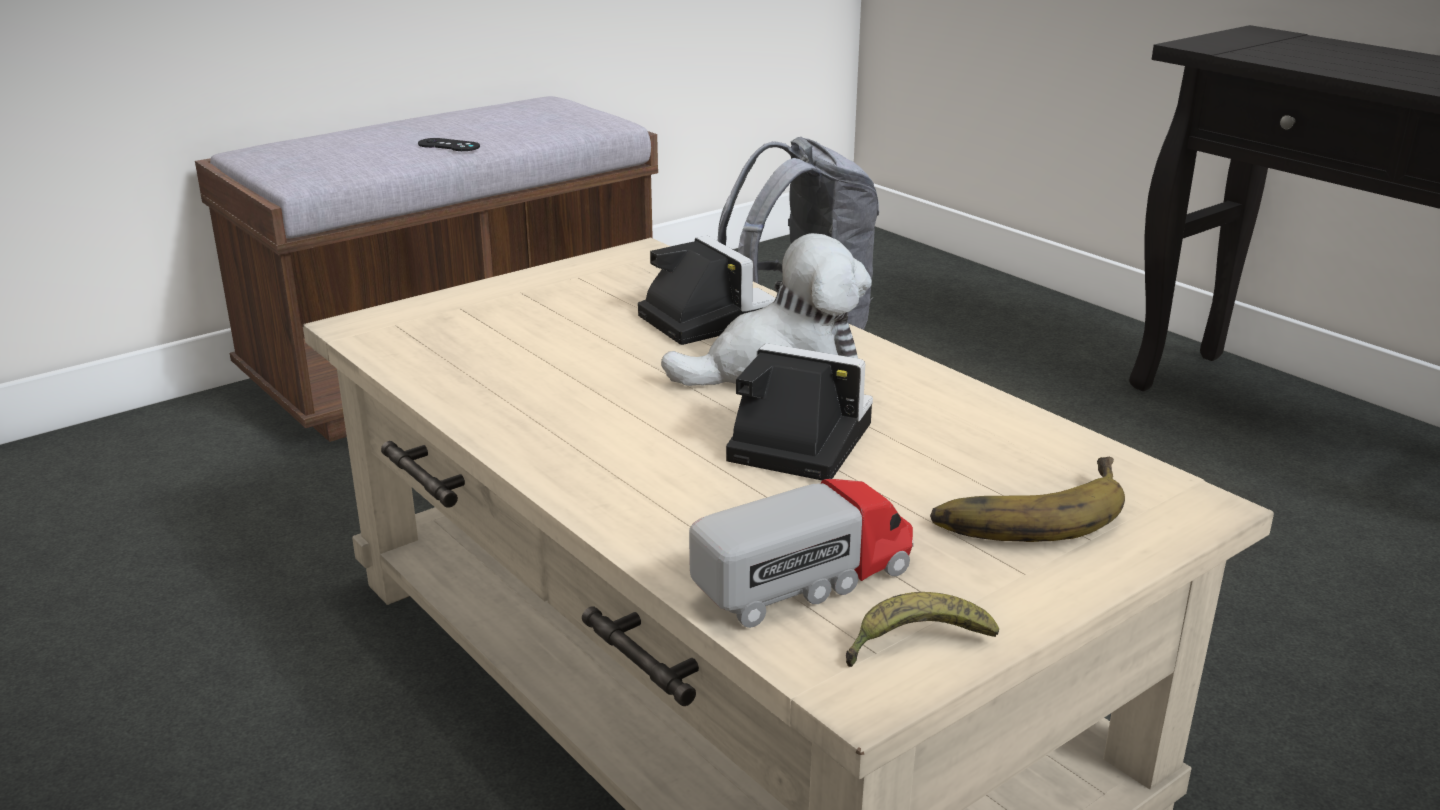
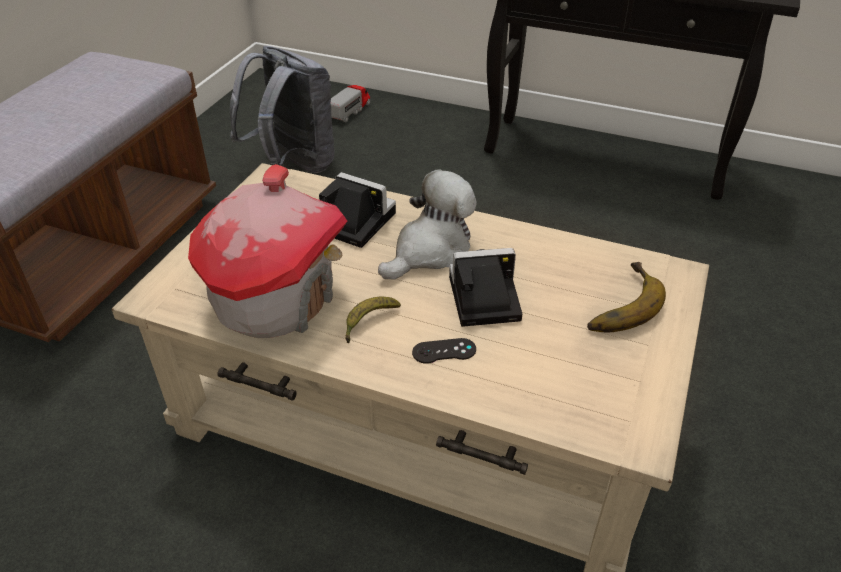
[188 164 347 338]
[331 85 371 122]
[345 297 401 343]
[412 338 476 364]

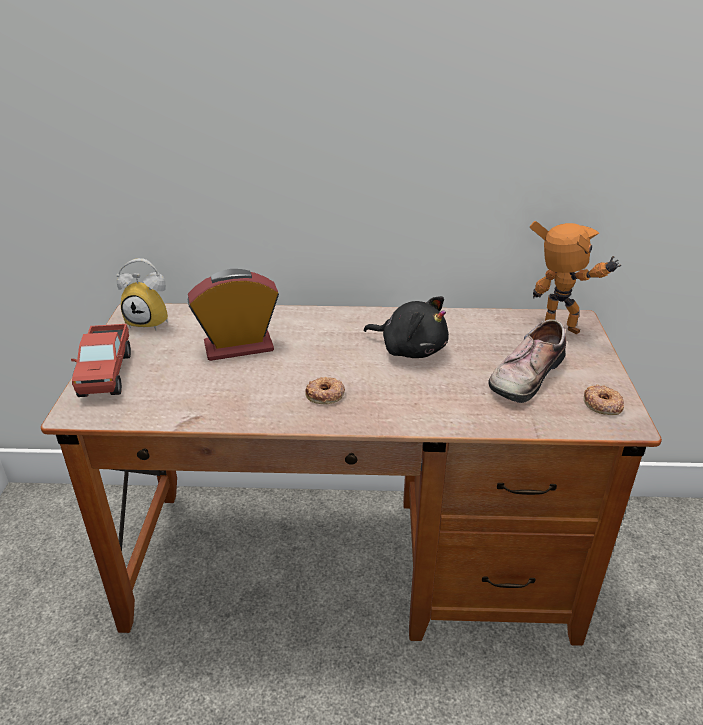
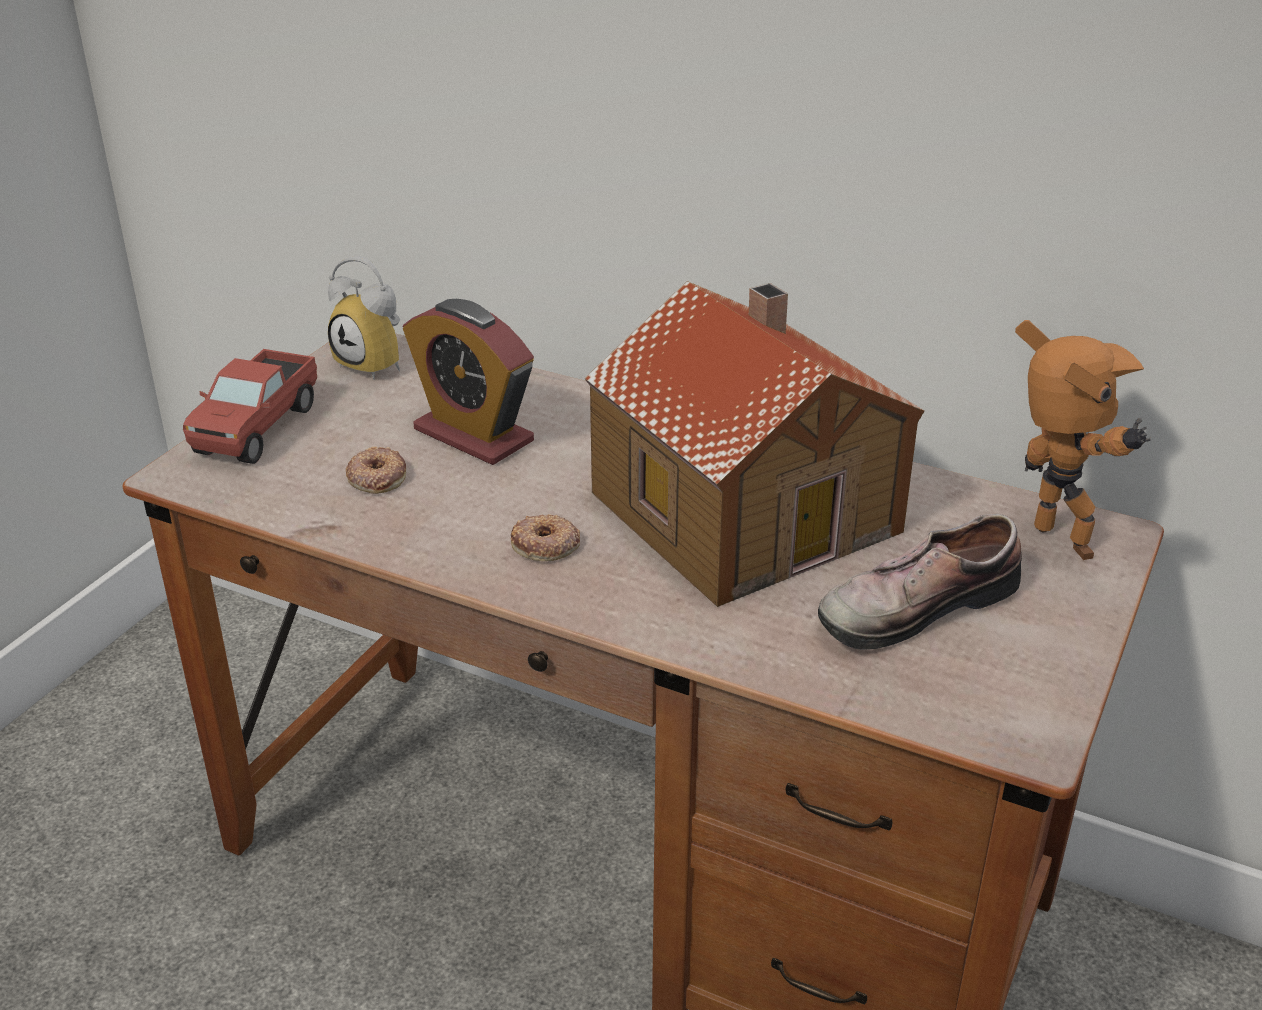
[346 447 406 494]
[403 299 534 465]
[584 281 924 607]

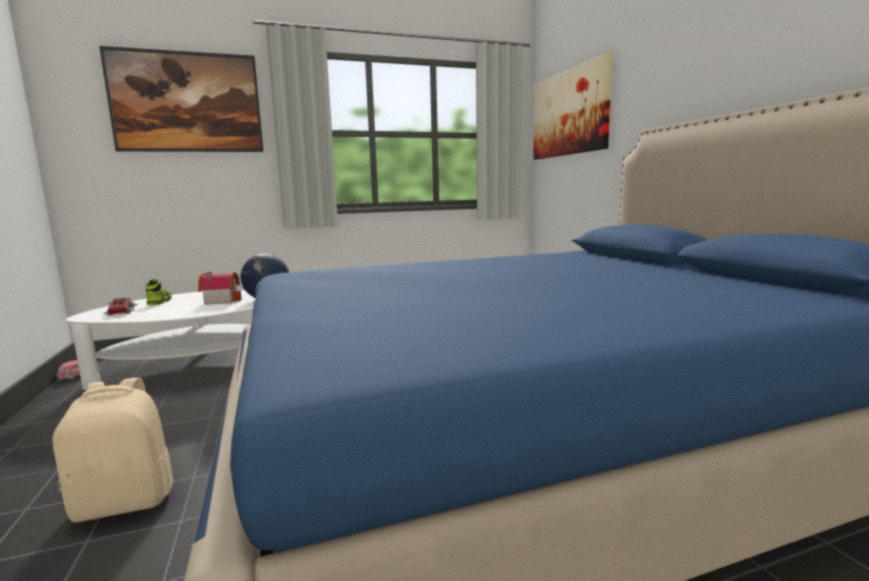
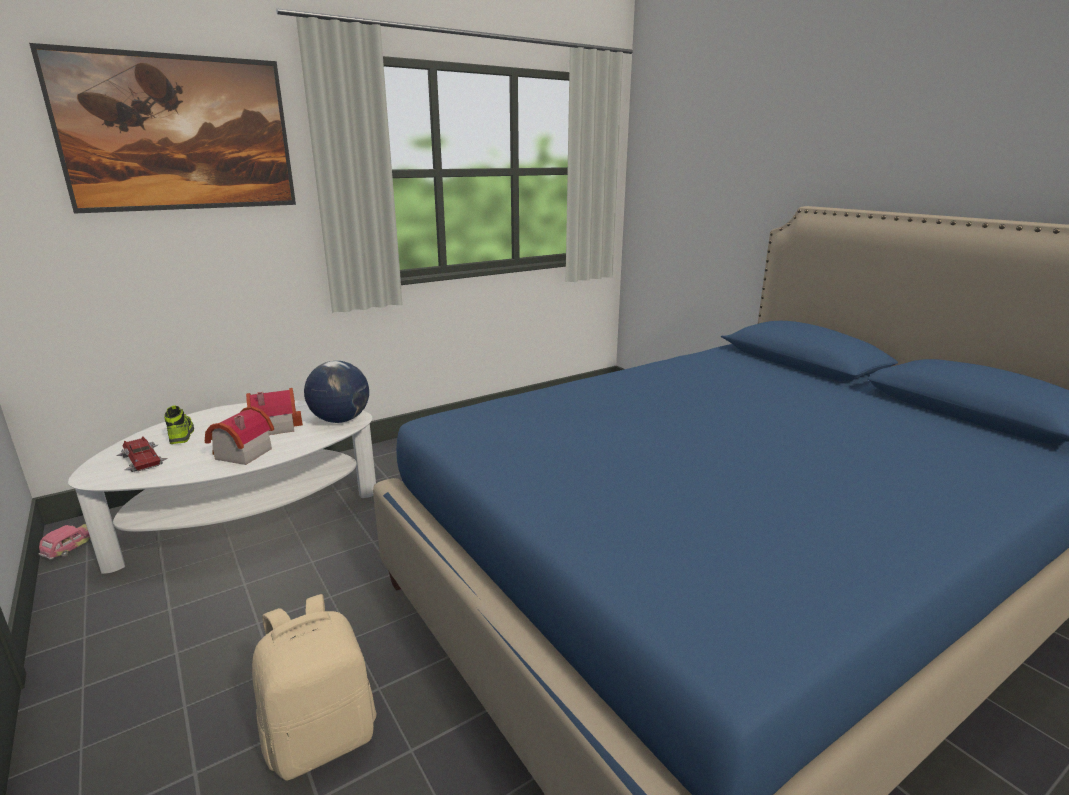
[205 406 274 465]
[533 52 613 160] (first image)

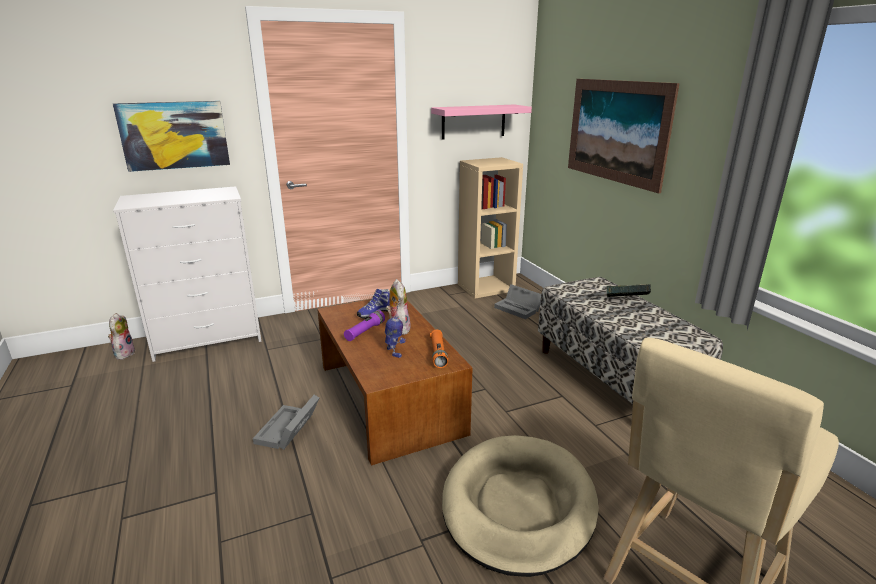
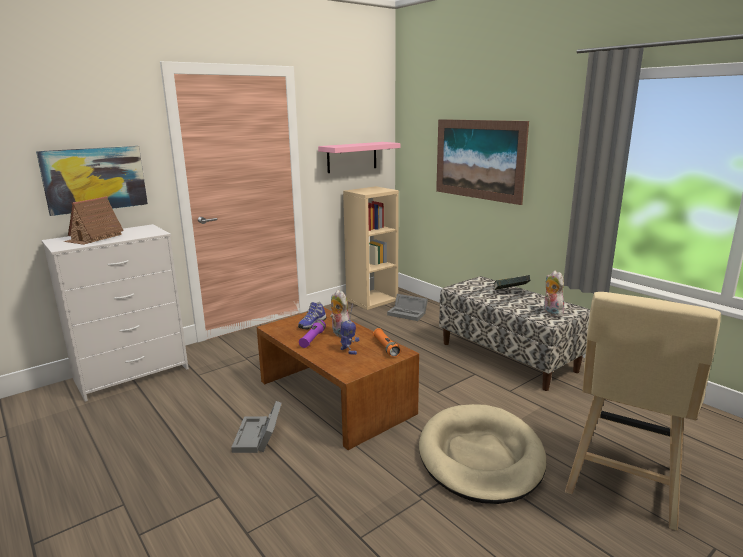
[63 196 124 245]
[544 271 564 317]

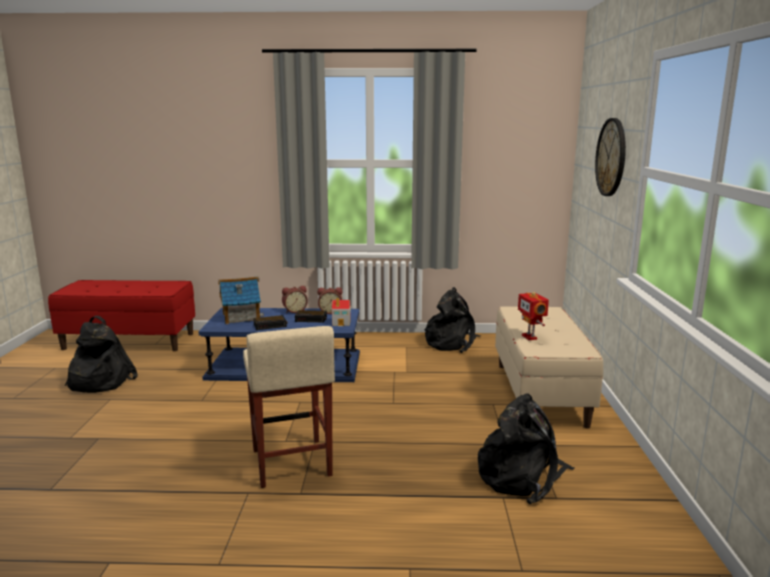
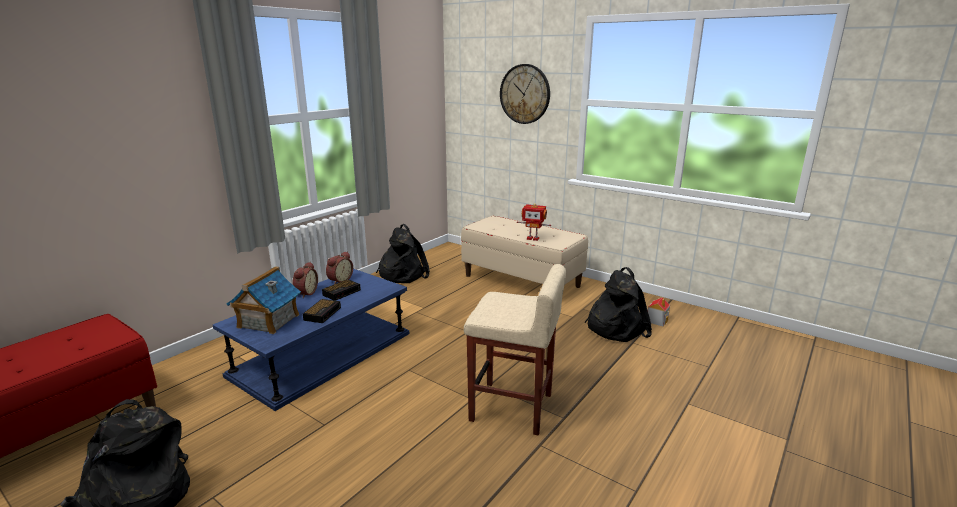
[648 297 670 326]

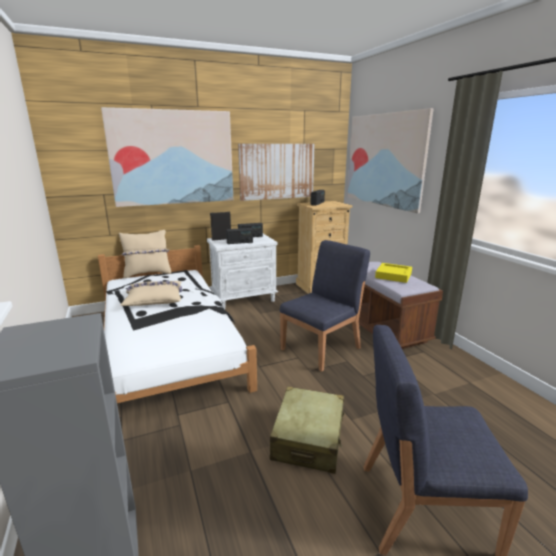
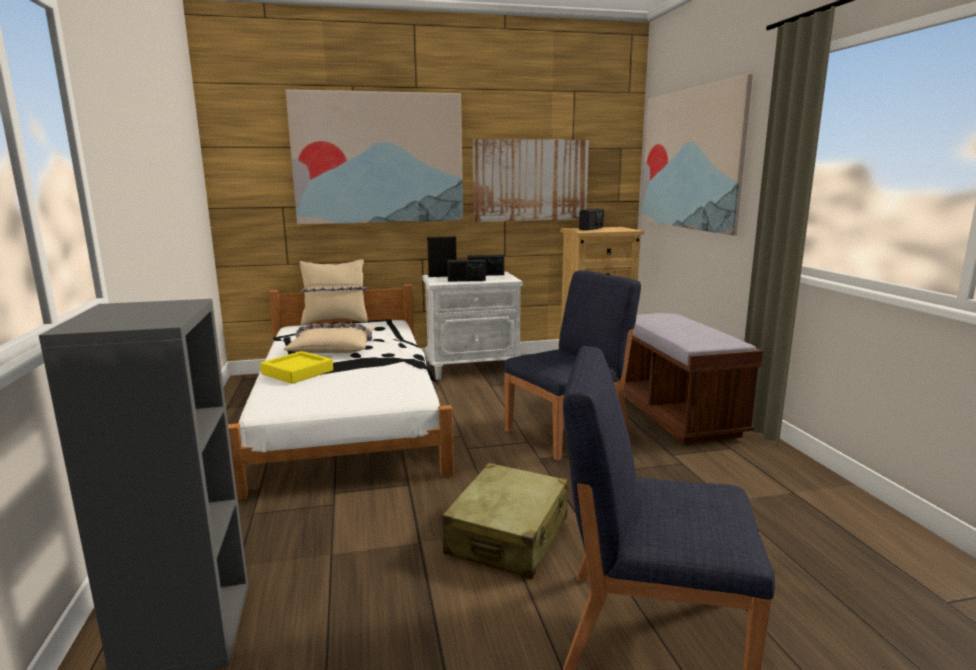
[260 351 333 384]

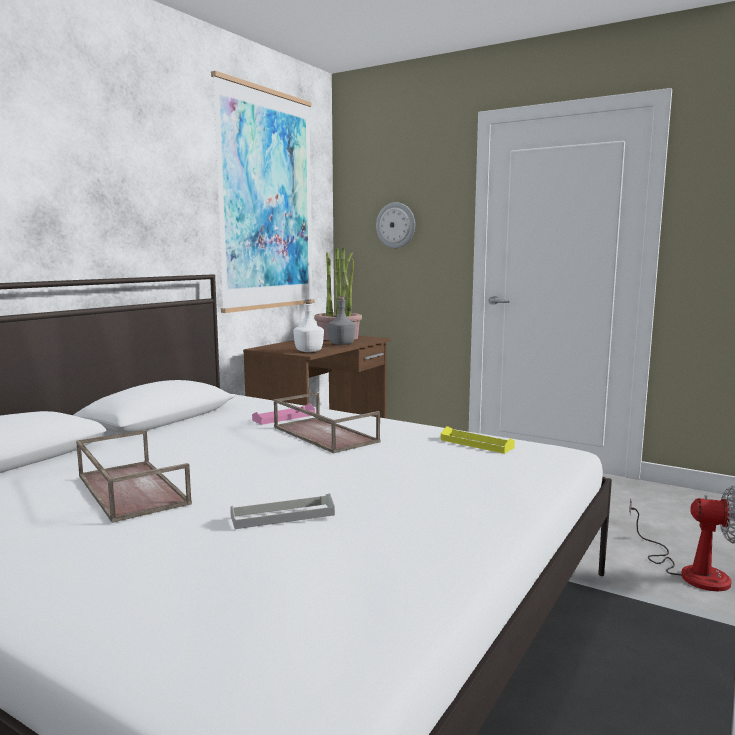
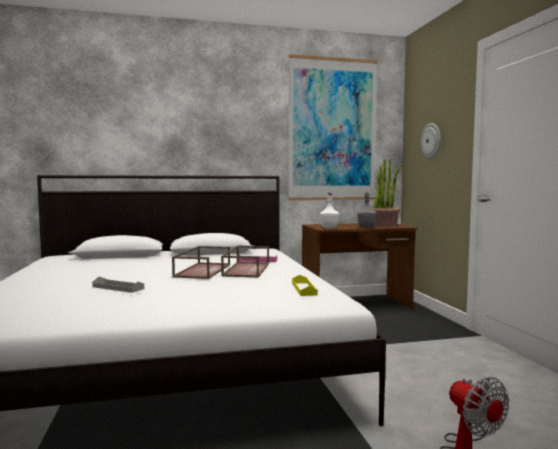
[172 246 230 279]

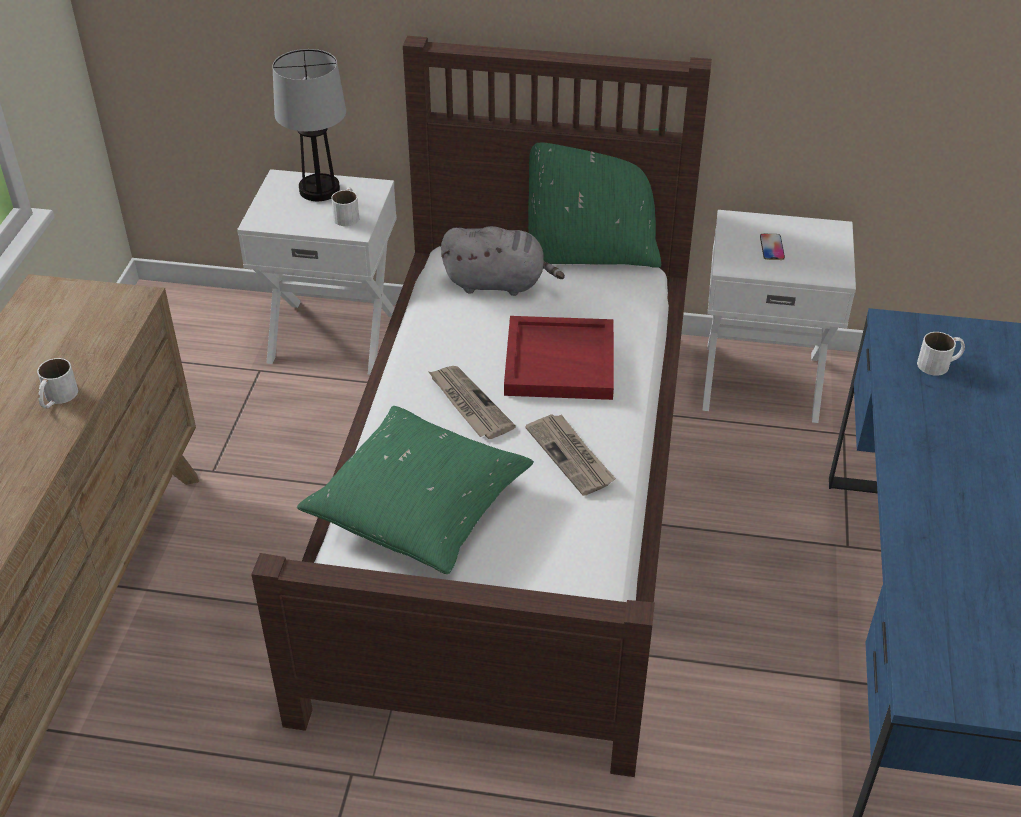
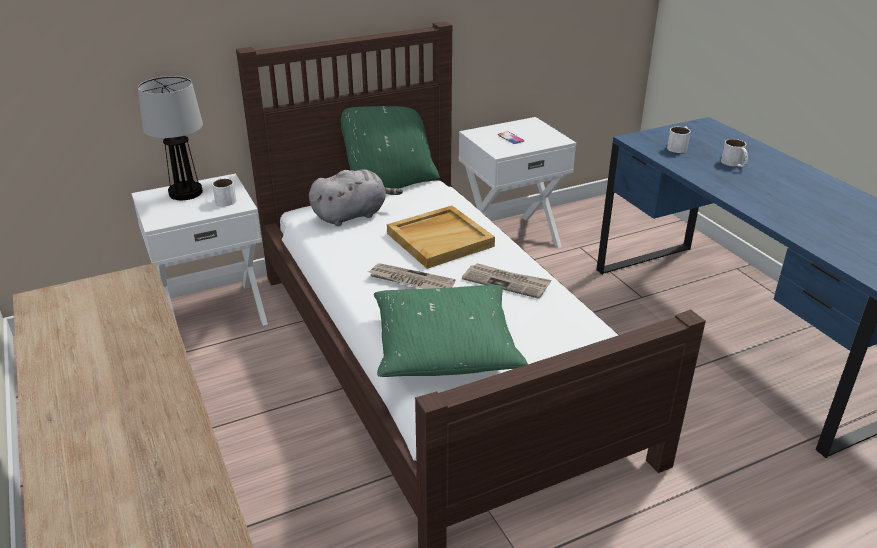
[387 205 495 269]
[721 139 748 167]

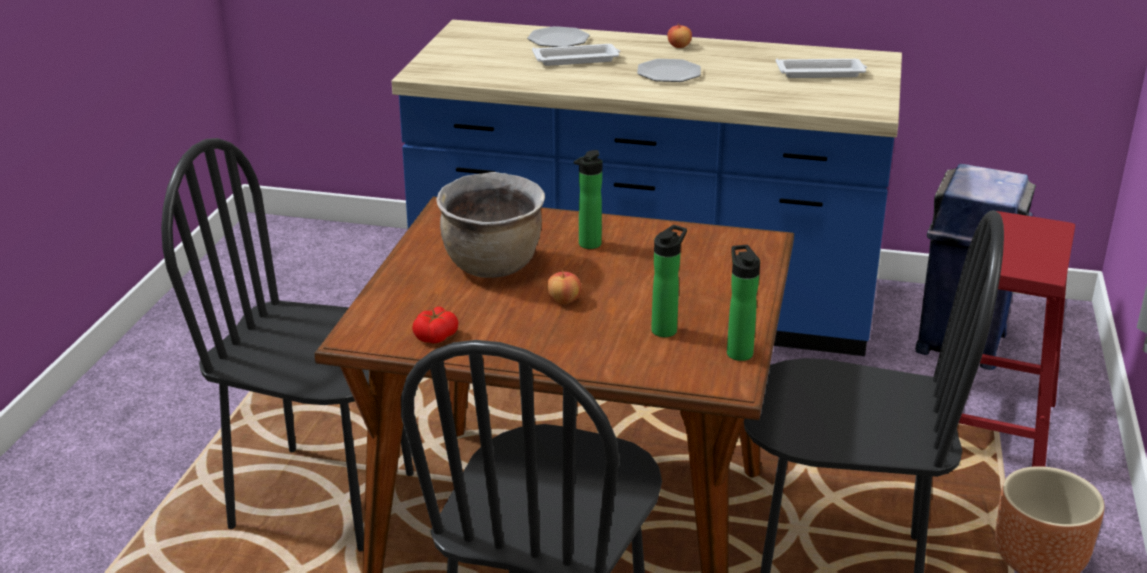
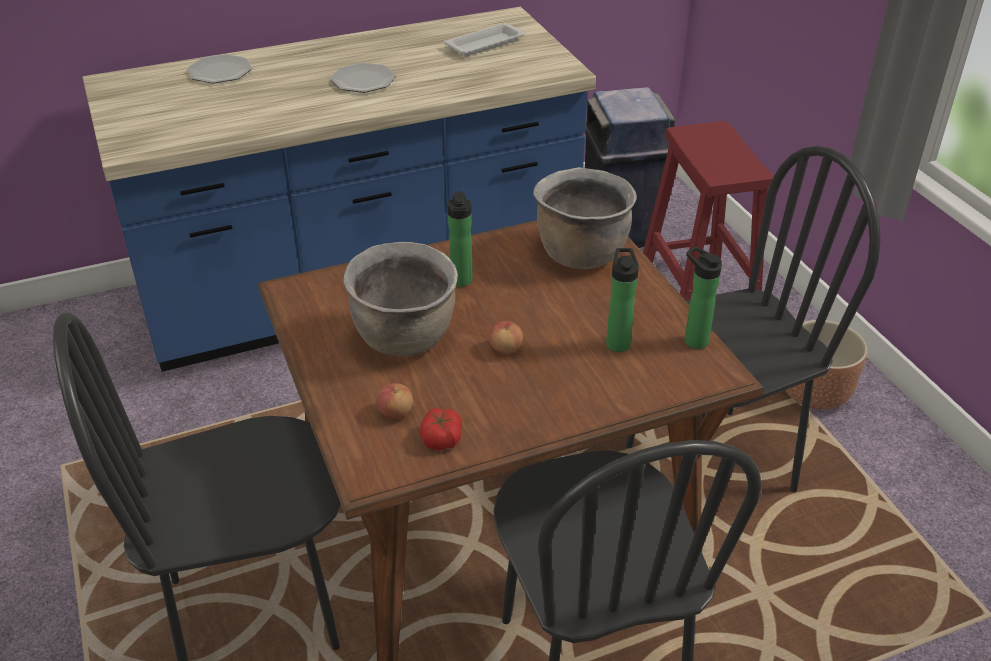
[376 383 413 419]
[533 167 637 269]
[532 44 620 66] (first image)

